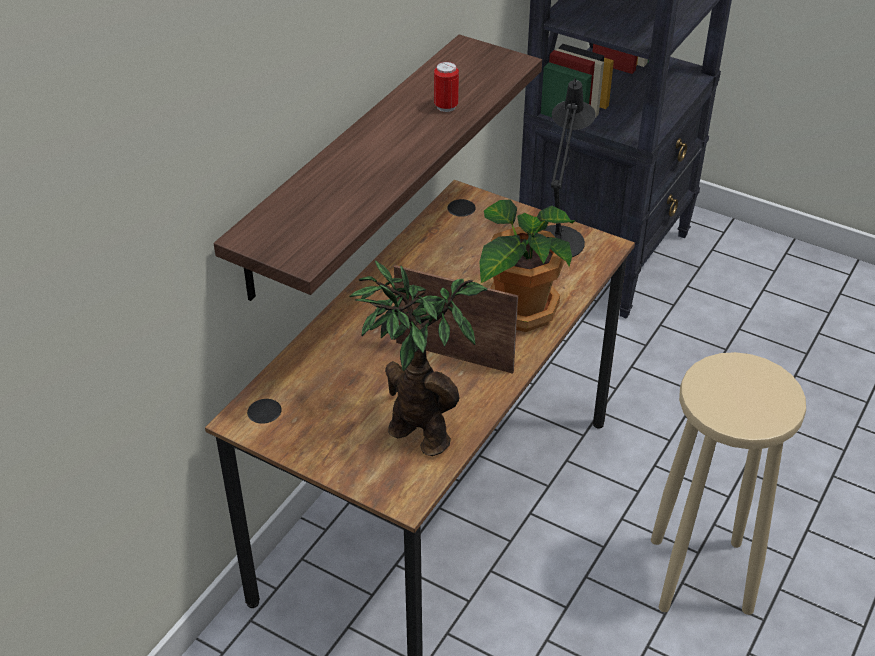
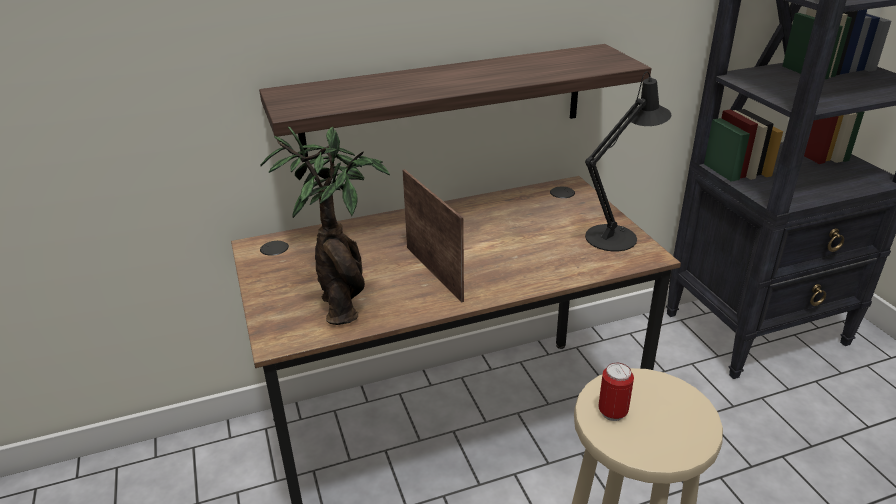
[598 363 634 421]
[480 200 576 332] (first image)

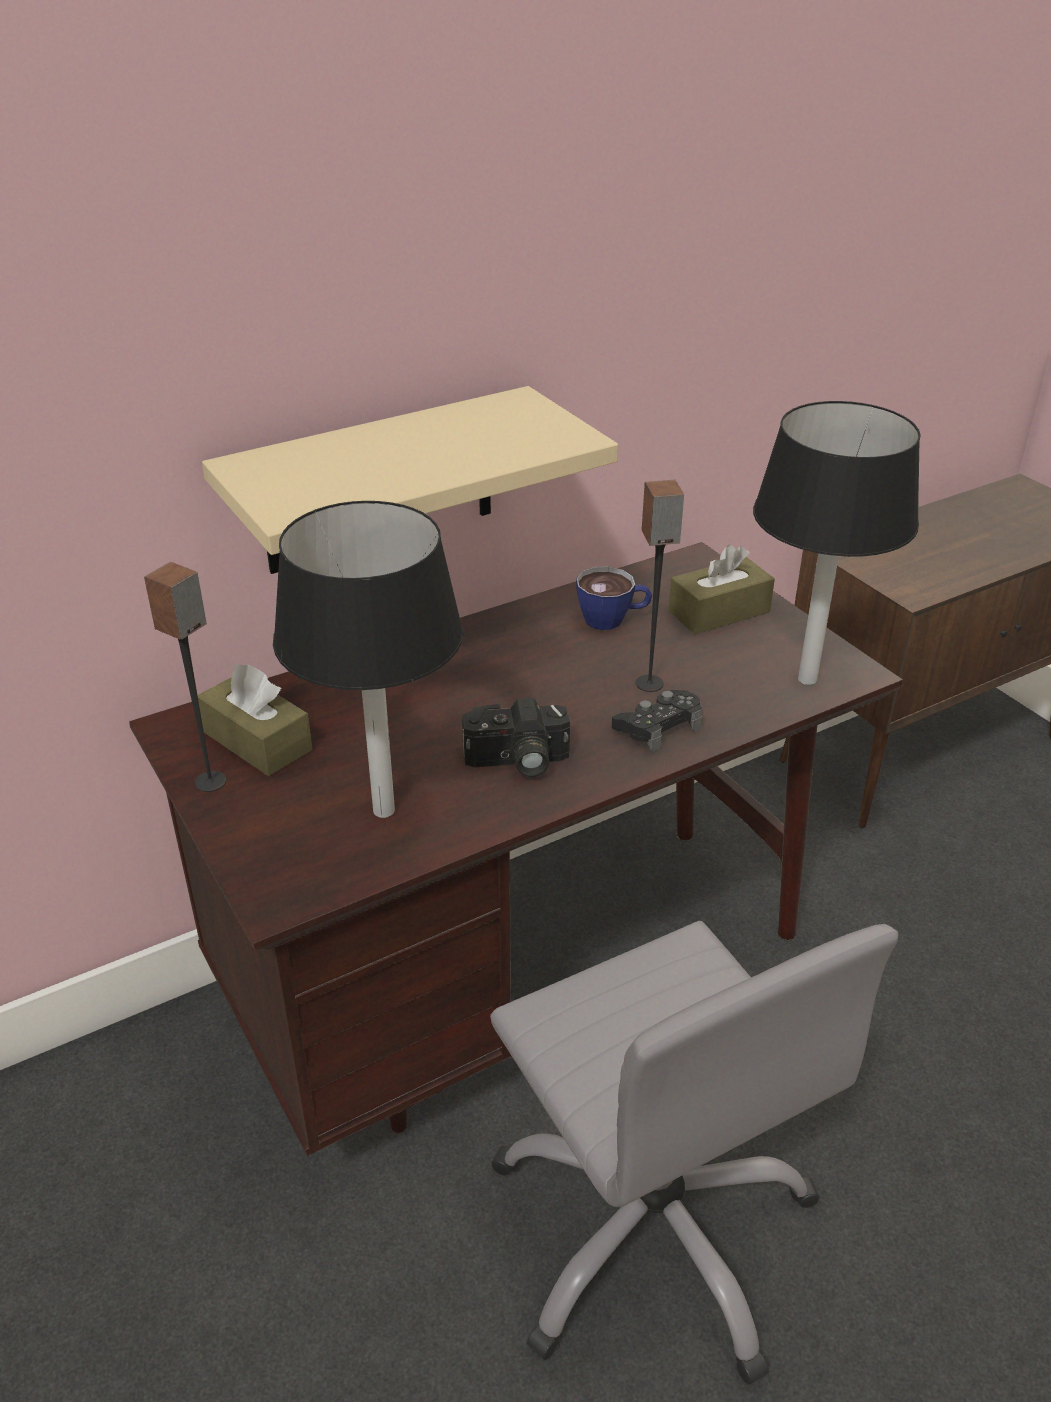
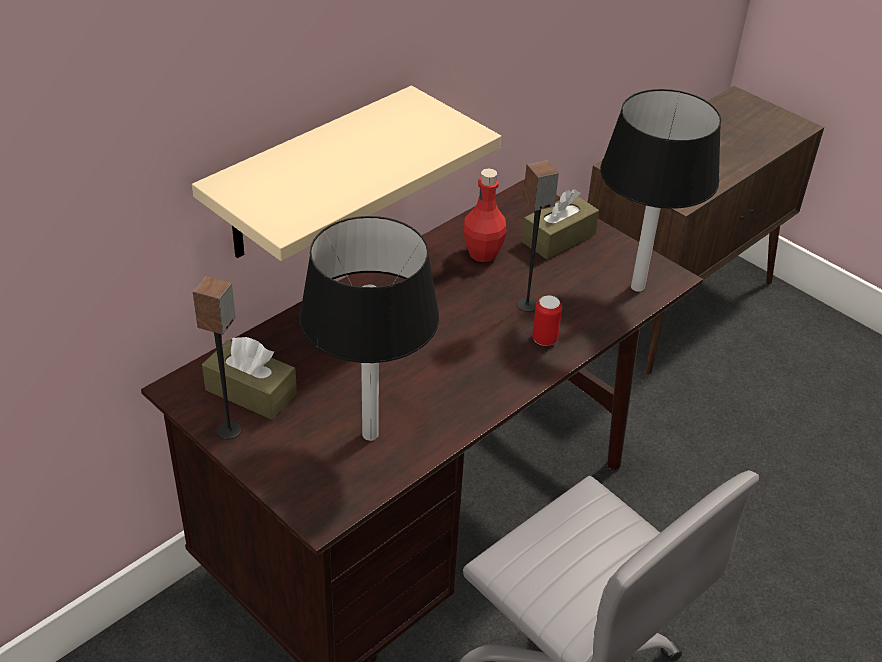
[463 168 507 262]
[532 295 562 346]
[462 698 570 777] (first image)

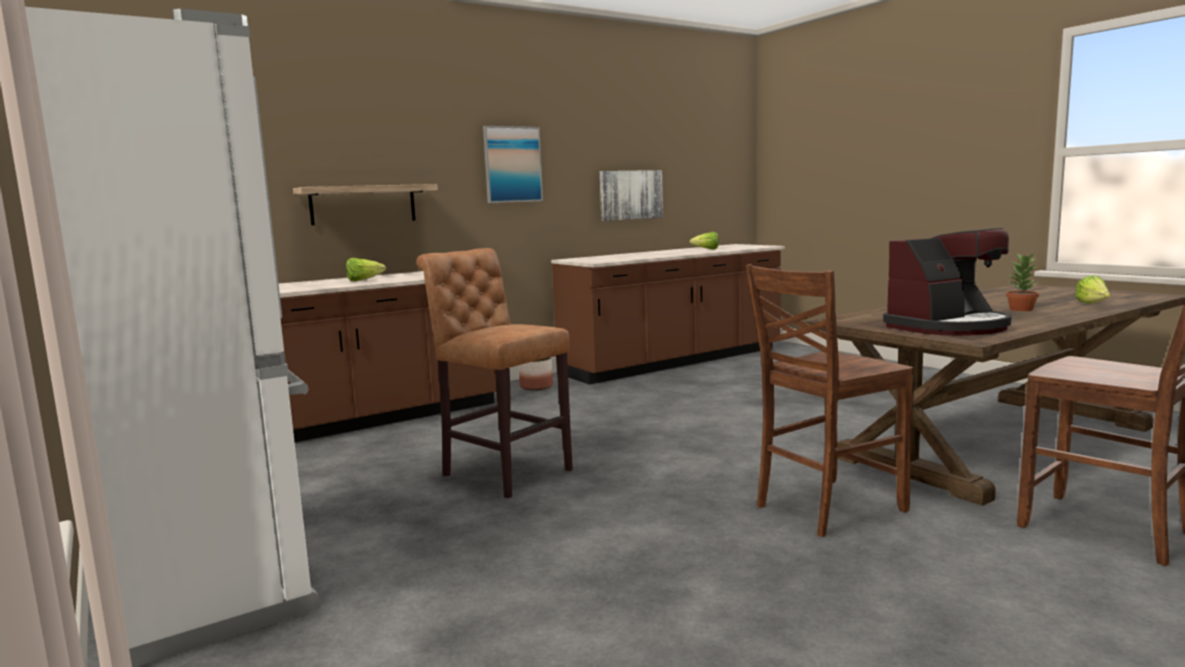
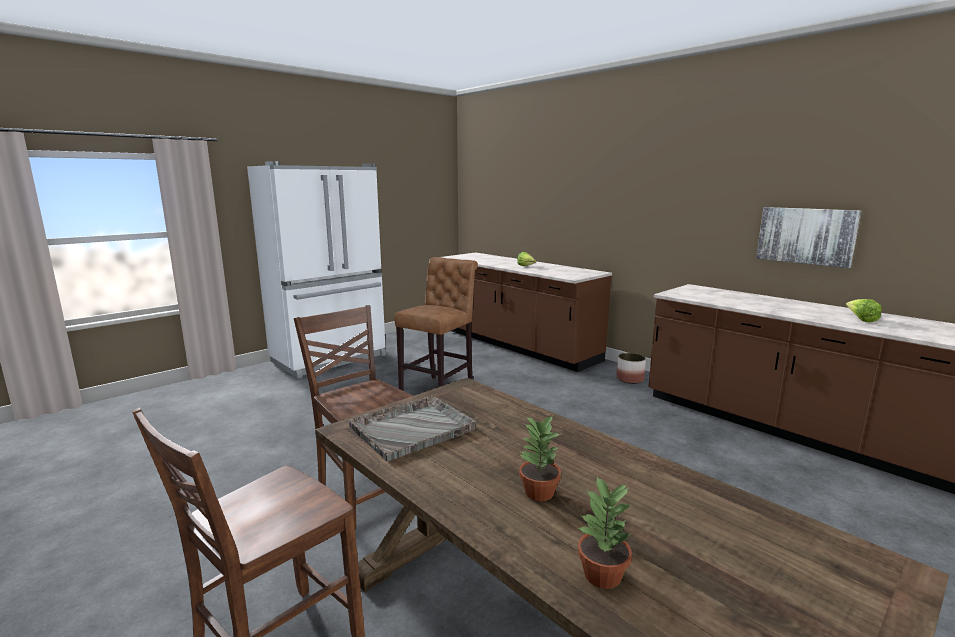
[349 396 476 461]
[578 477 632 589]
[293 184 438 225] (first image)
[483 126 543 203] (first image)

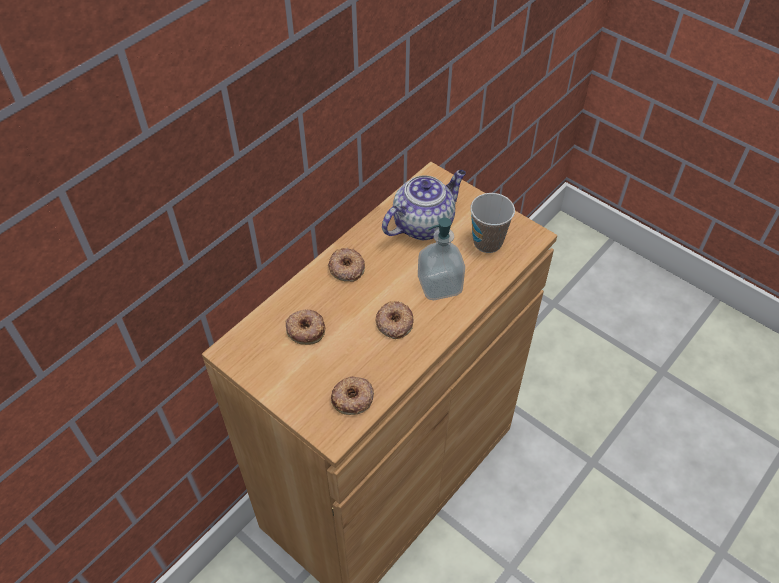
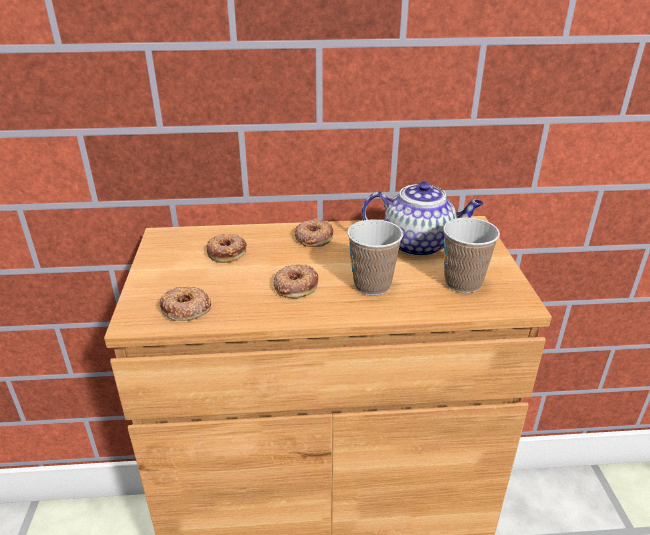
[347 219 403 295]

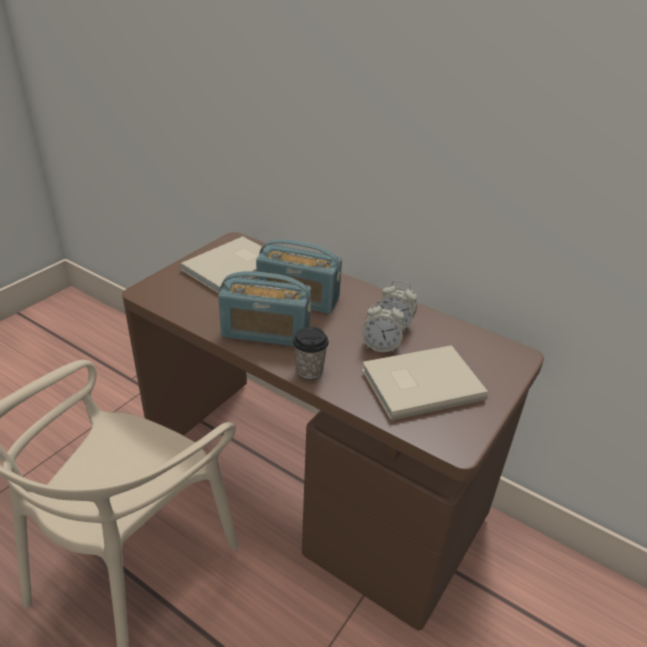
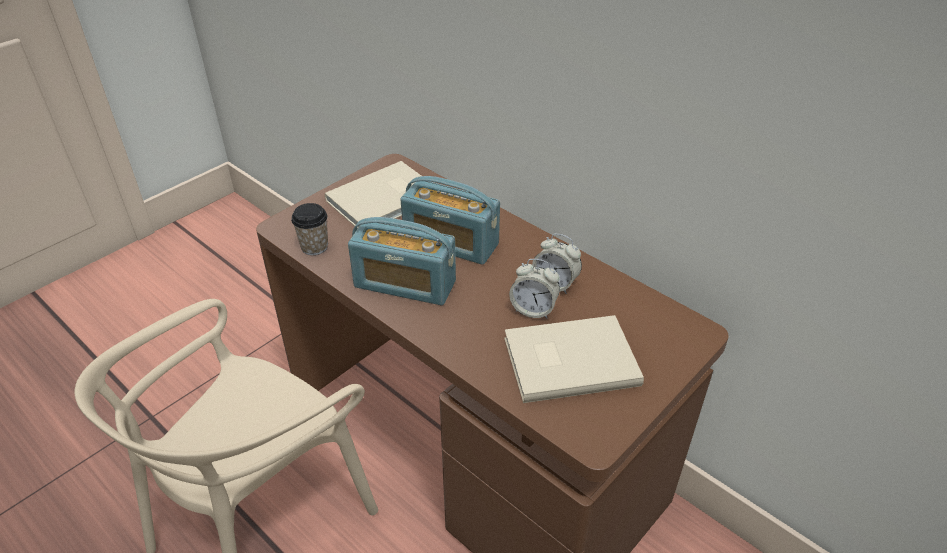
[291 203 328 255]

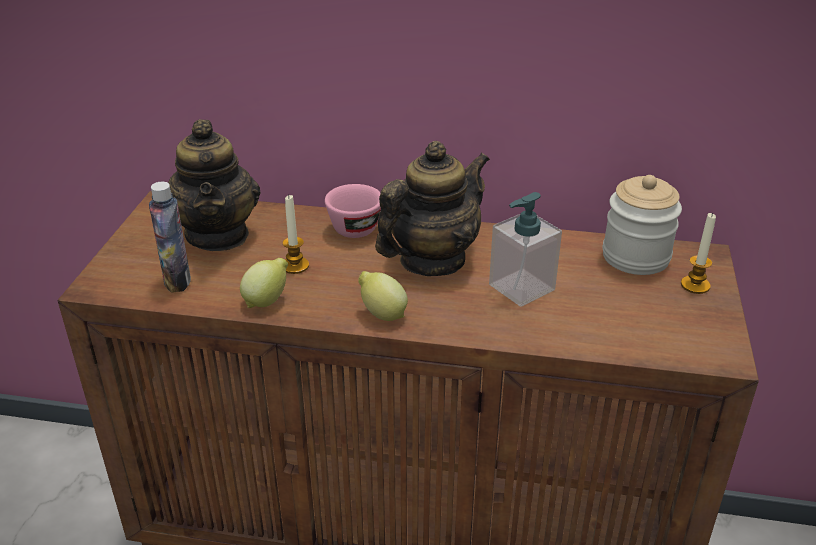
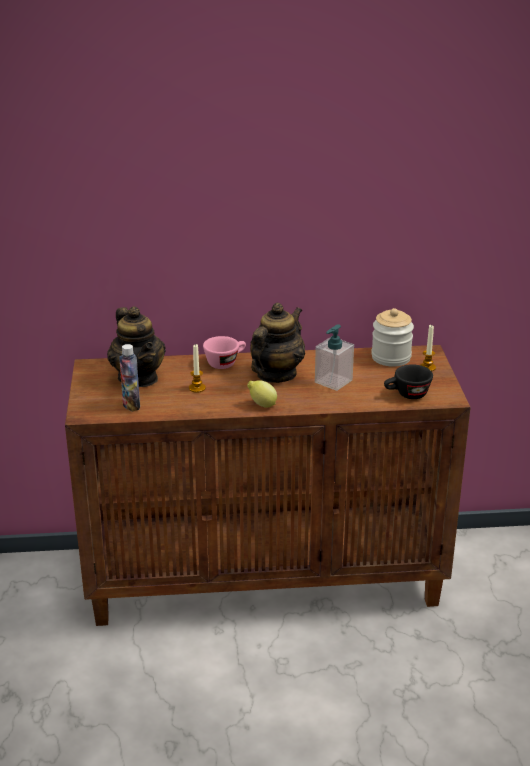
[384 364 433 399]
[240 258 288 308] (first image)

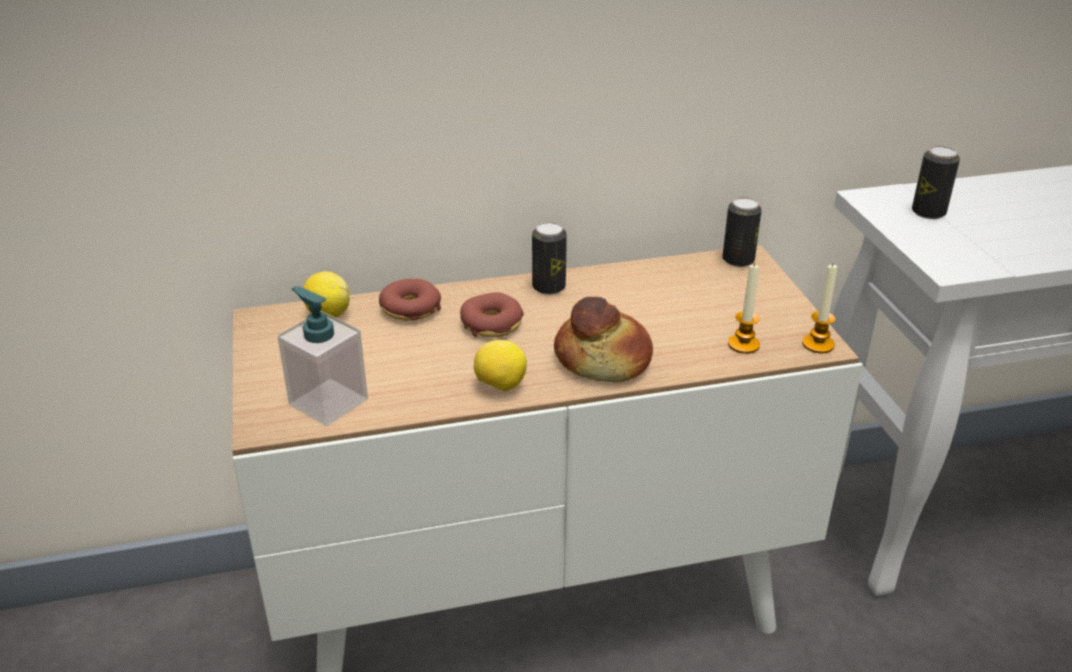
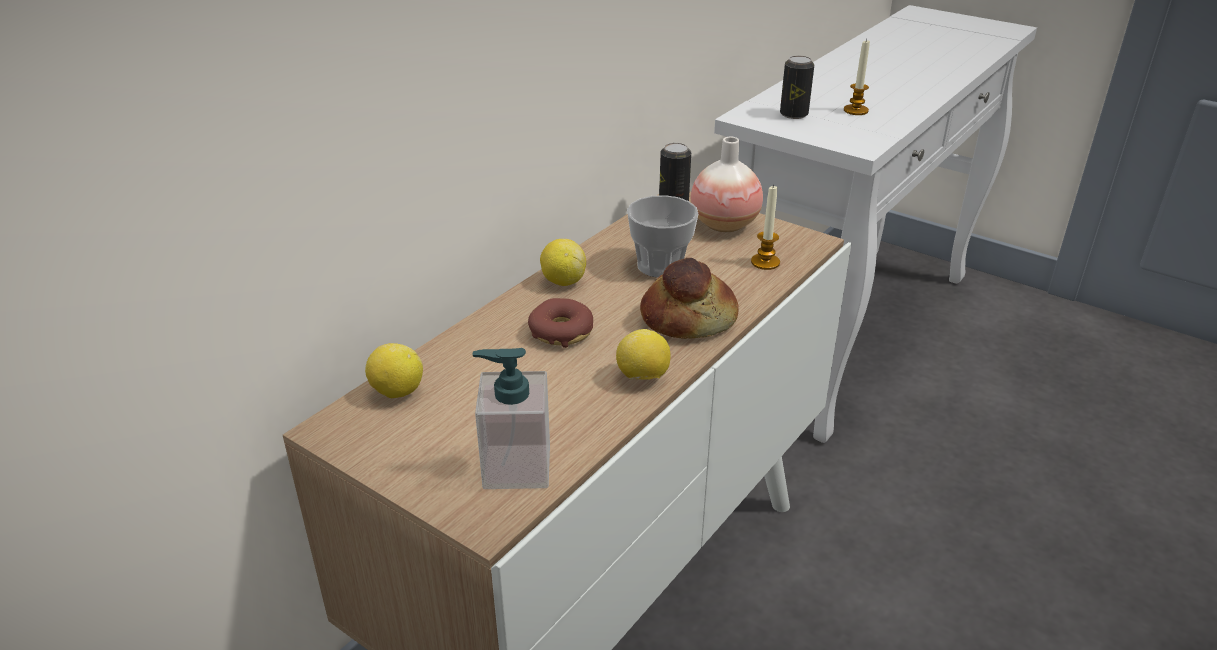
[540 239 586 286]
[627 195 698 278]
[691 137 763 232]
[844 39 870 115]
[379 278 441 321] (first image)

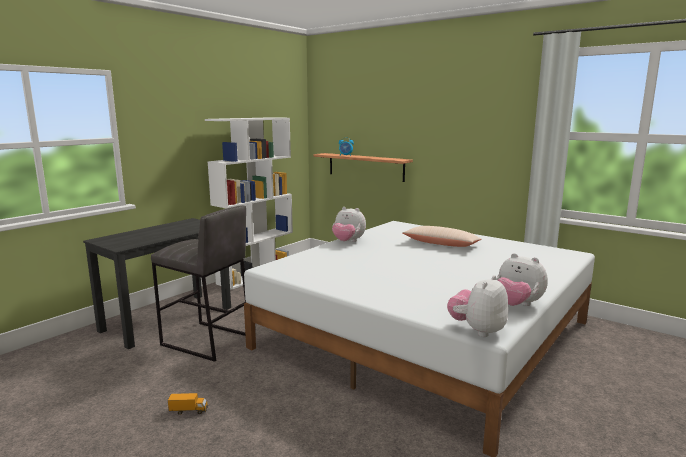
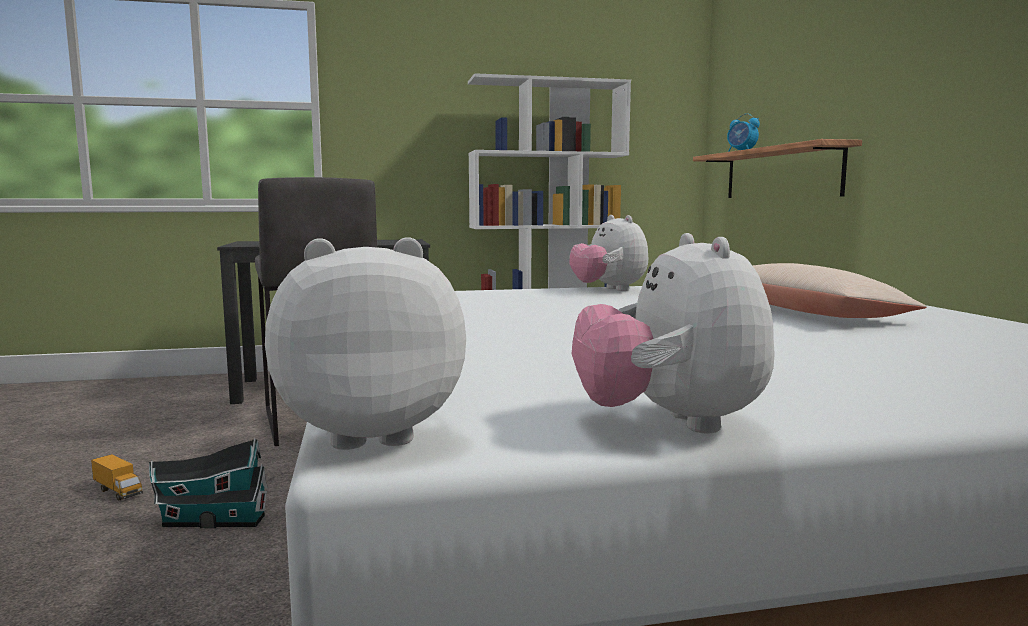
[149 438 268 529]

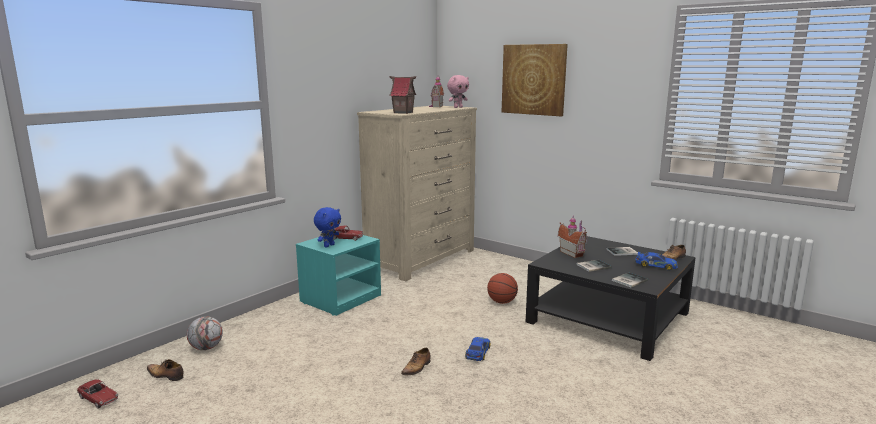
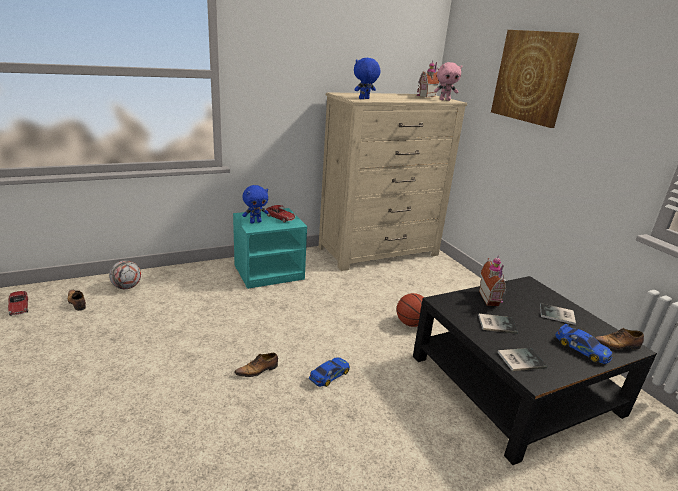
[354 58 381 99]

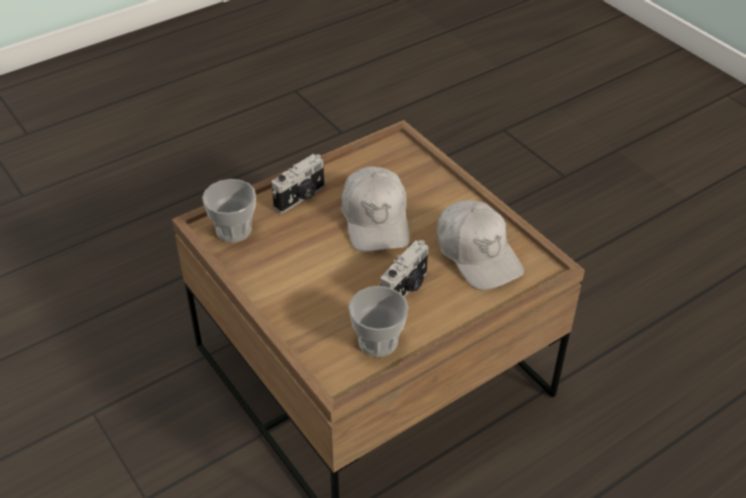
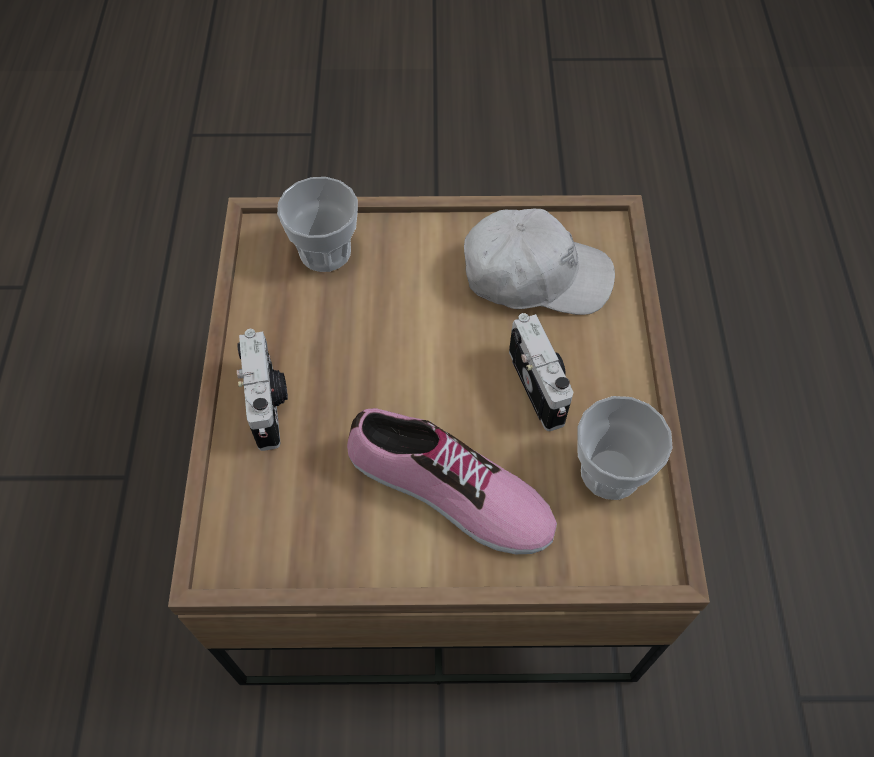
[277 177 358 272]
[347 408 557 554]
[341 167 410 252] (first image)

